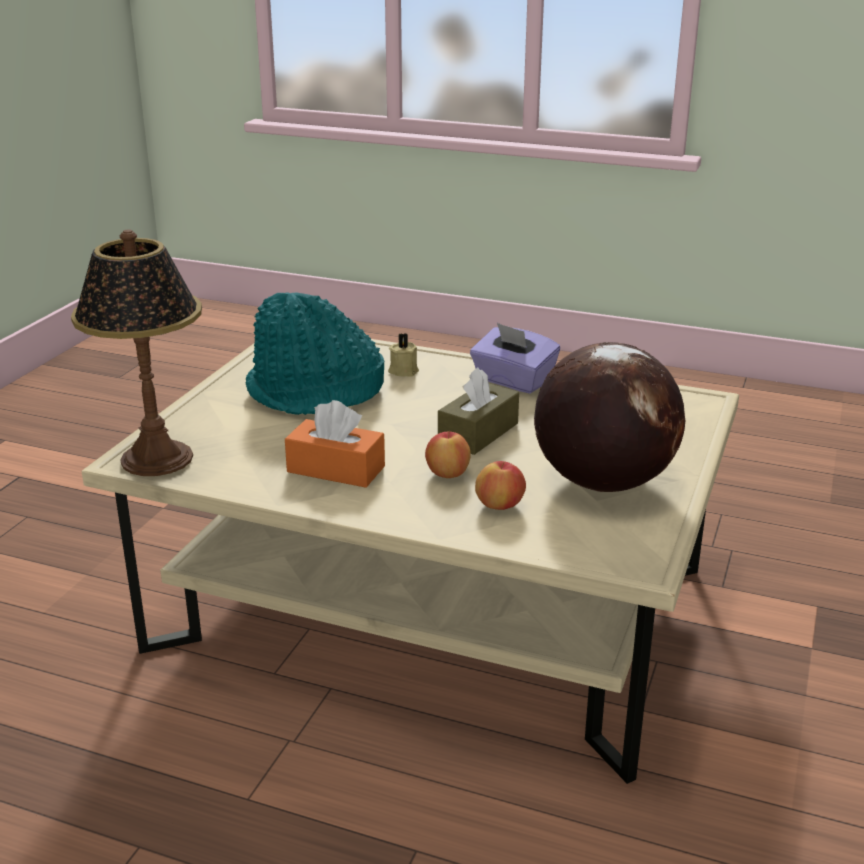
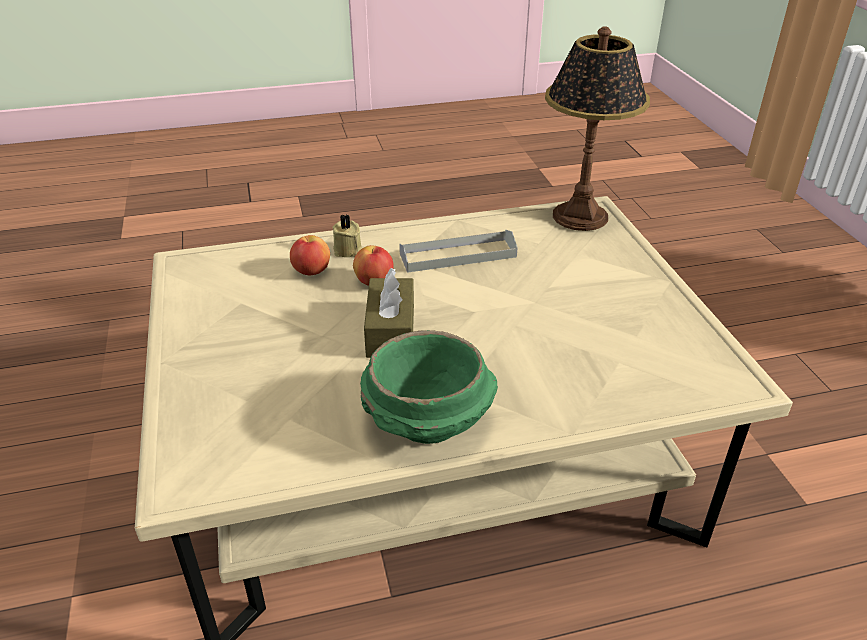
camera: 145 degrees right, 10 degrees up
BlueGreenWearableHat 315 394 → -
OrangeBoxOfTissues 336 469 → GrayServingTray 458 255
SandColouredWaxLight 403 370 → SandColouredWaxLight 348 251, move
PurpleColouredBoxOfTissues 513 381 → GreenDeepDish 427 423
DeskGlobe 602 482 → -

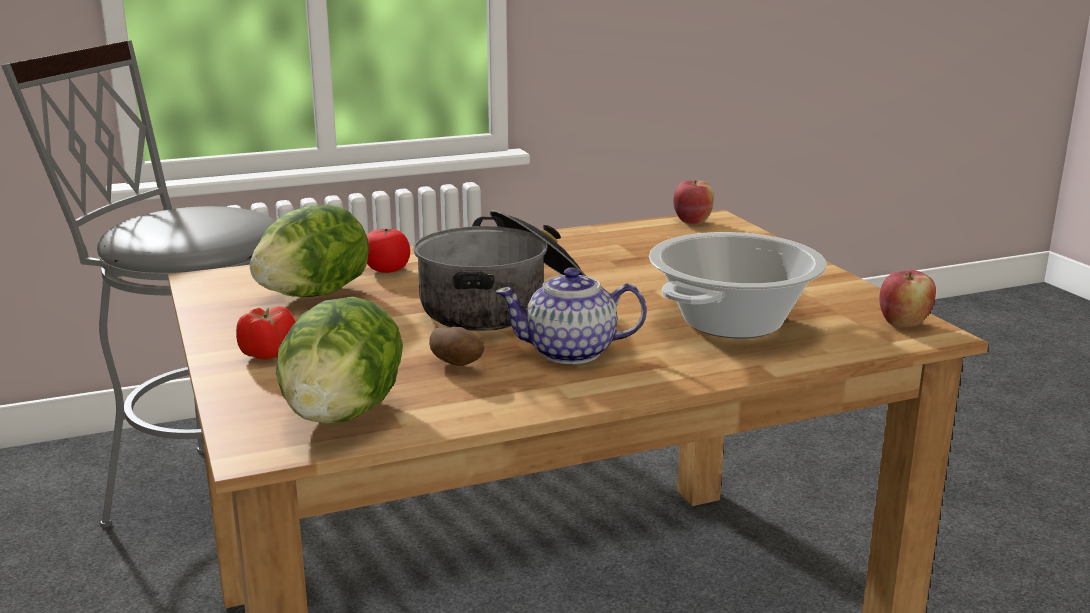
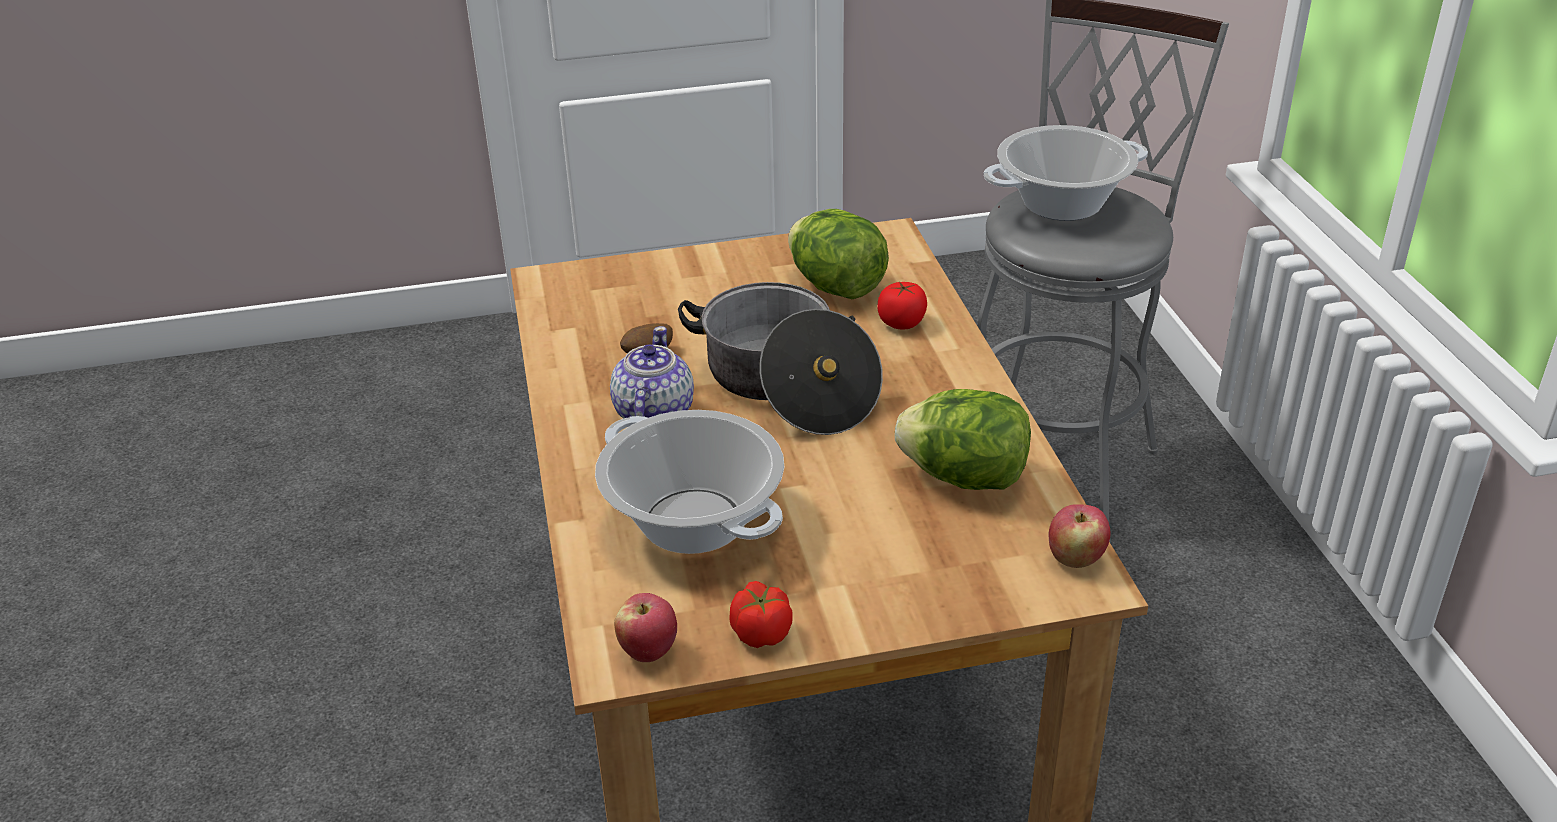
camera: 100 degrees right, 15 degrees up
FreshTomato 269 354 → FreshTomato 761 632, move
HeadOfLettuce 342 415 → HeadOfLettuce 964 477, move
- → Saucepot 1061 203

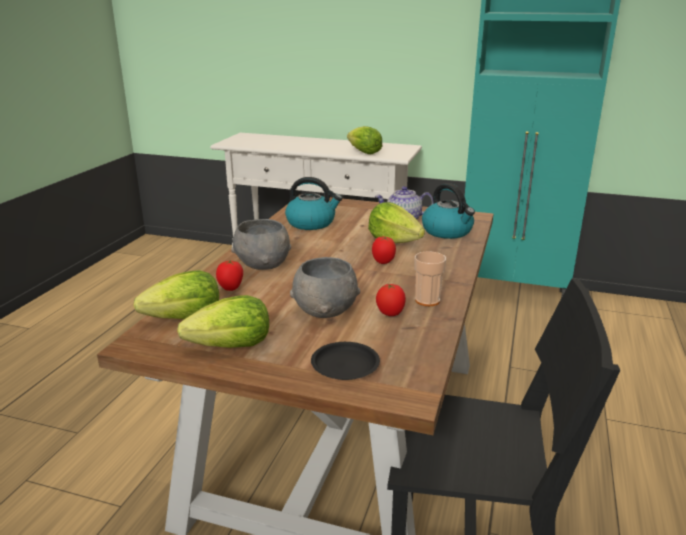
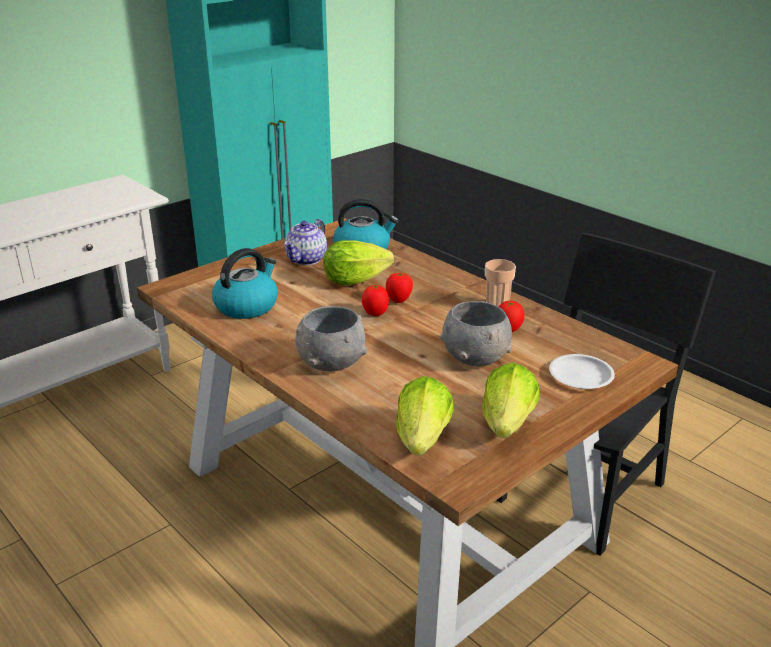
camera: 60 degrees left, 5 degrees up
FreshTomato 231 289 → FreshTomato 375 314, move
BlackColouredDinnerPlate 345 365 → WhiteColouredDinnerPlate 581 376
HeadOfLettuce 364 152 → -

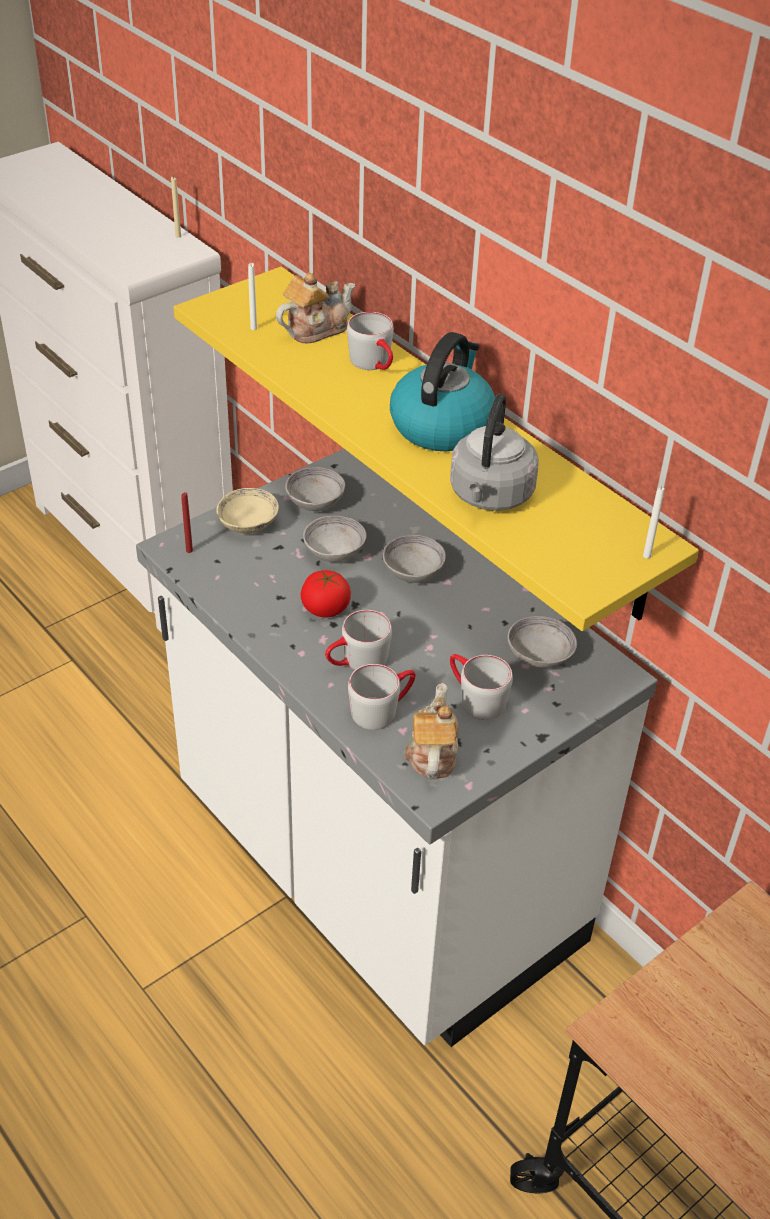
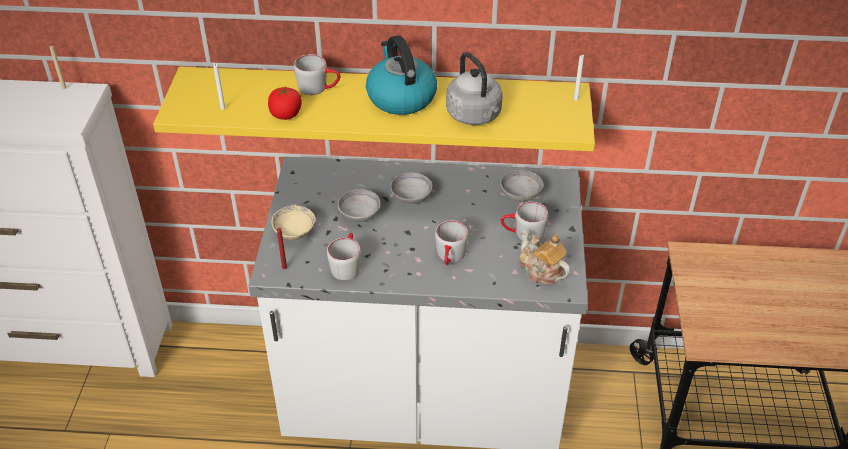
camera: 45 degrees left, 0 degrees up
TeaPot 315 329 → -
GrayDeepDish 315 502 → -
FreshTomato 325 608 → FreshTomato 286 114, move
GrayMug 382 709 → GrayMug 346 265, move

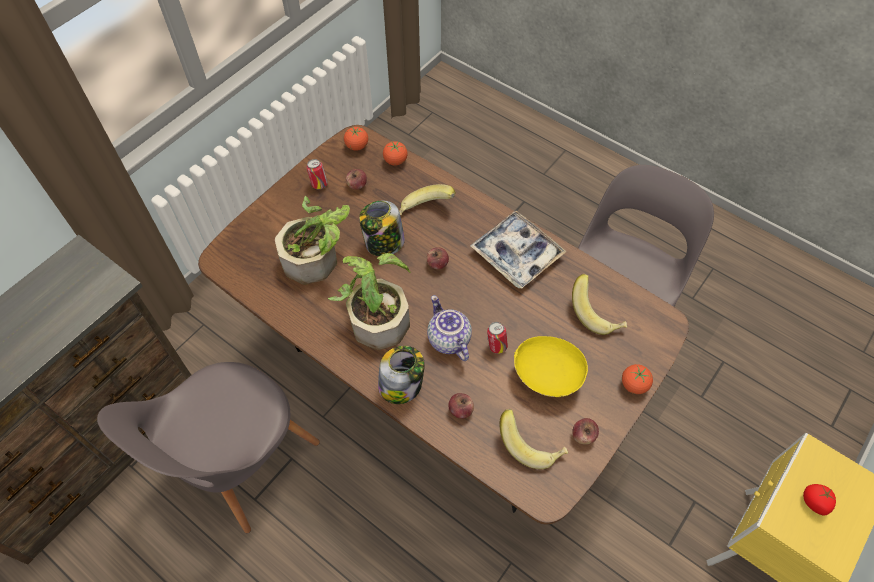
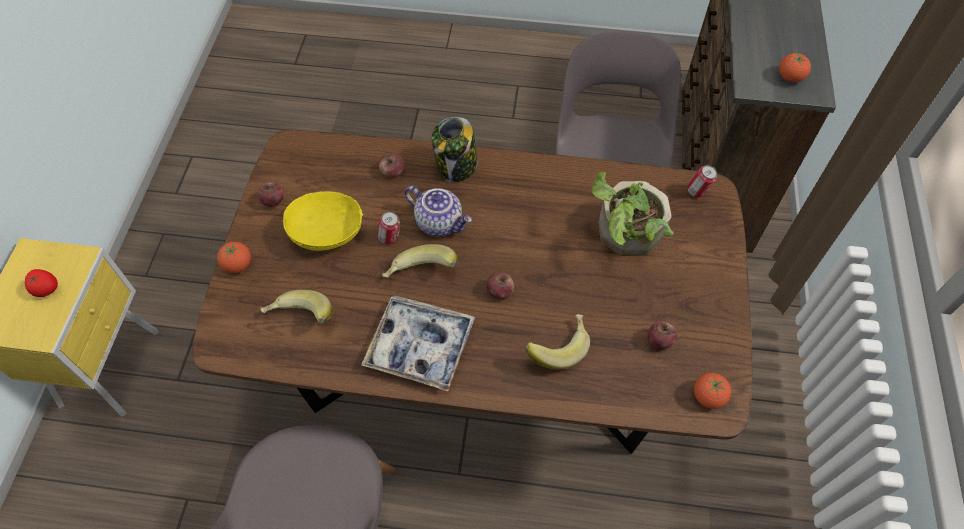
camera: 150 degrees right, 0 degrees up
SealedCan 319 184 → SealedCan 697 192, move
PlantInAPot 376 316 → -
StorageJar 383 243 → -
FreshTomato 395 161 → FreshTomato 790 77, move
BananaFruit 531 444 → BananaFruit 420 275, move

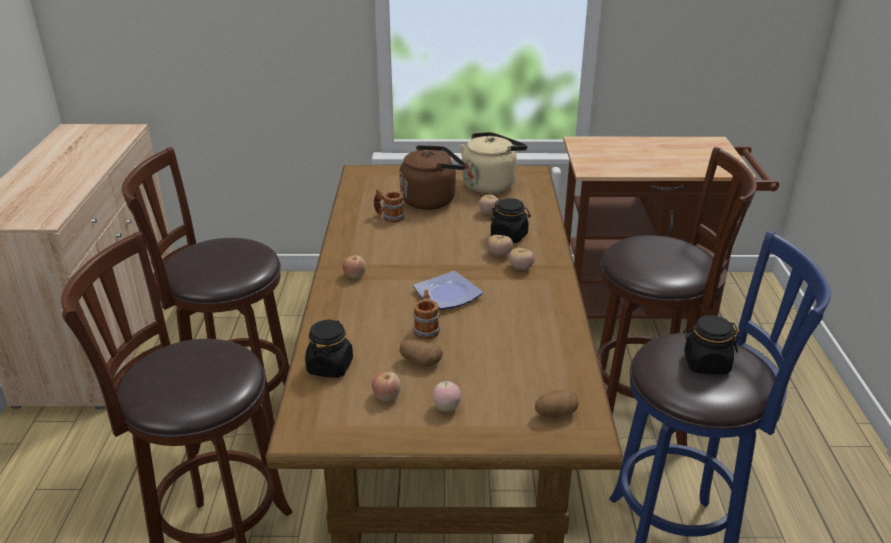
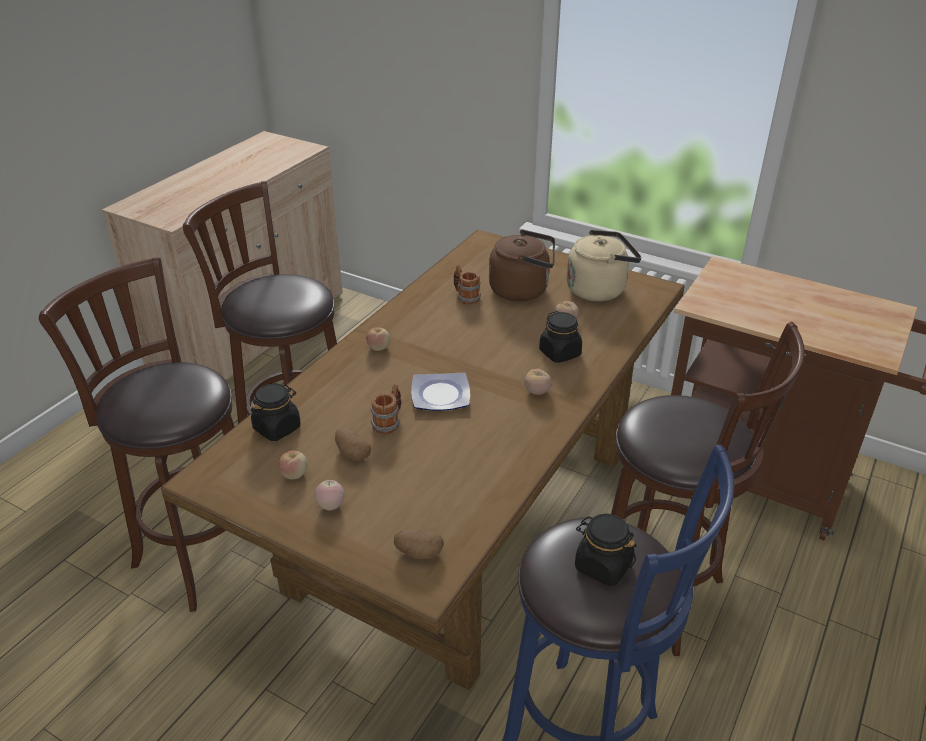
camera: 30 degrees right, 5 degrees up
FreshTomato 499 254 → -

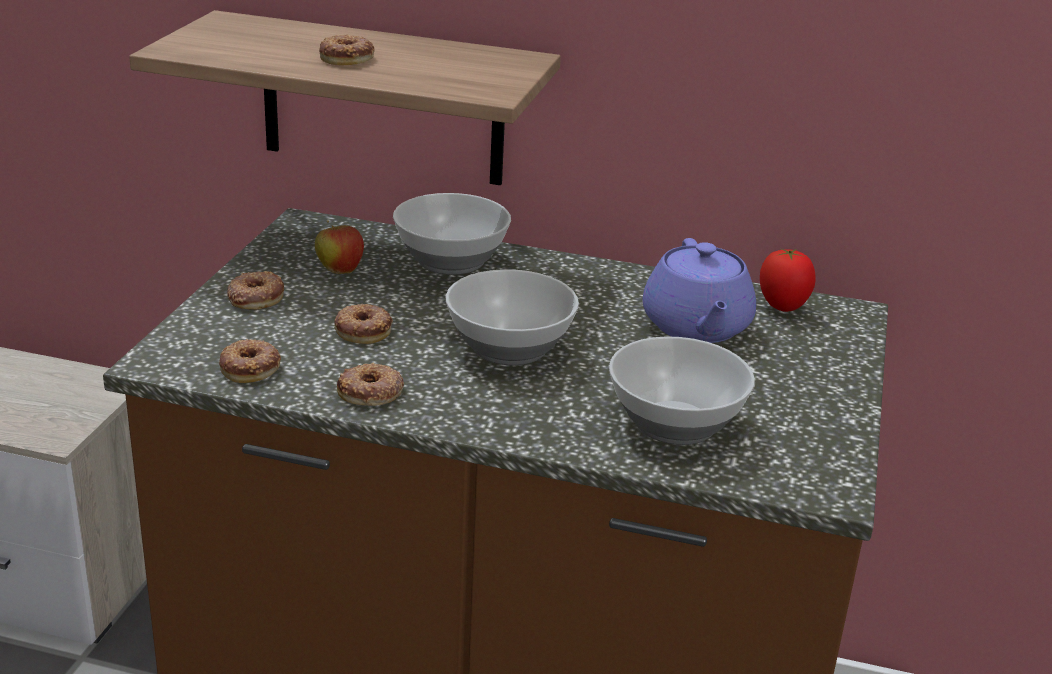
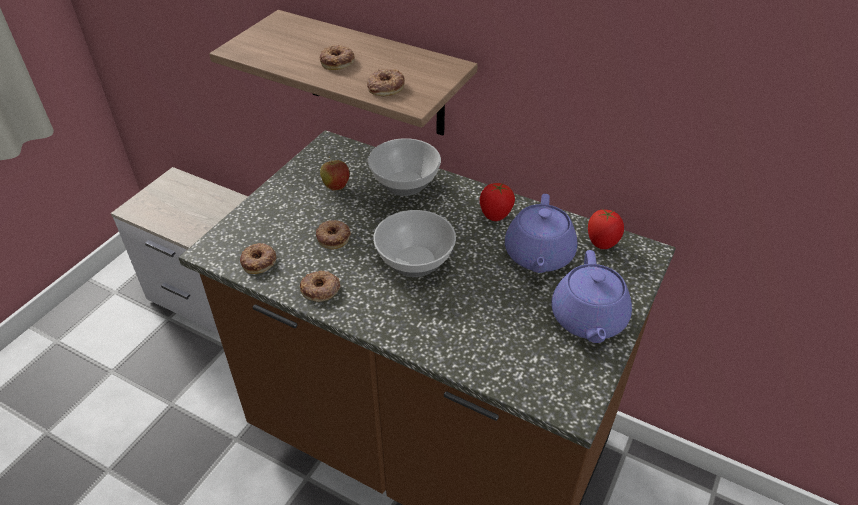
camera: 15 degrees right, 15 degrees up
Doughnut 255 297 → Doughnut 385 86, move
DeepDish 672 422 → -
- → FreshTomato 495 216
- → PurpleColouredTeaPot 588 319

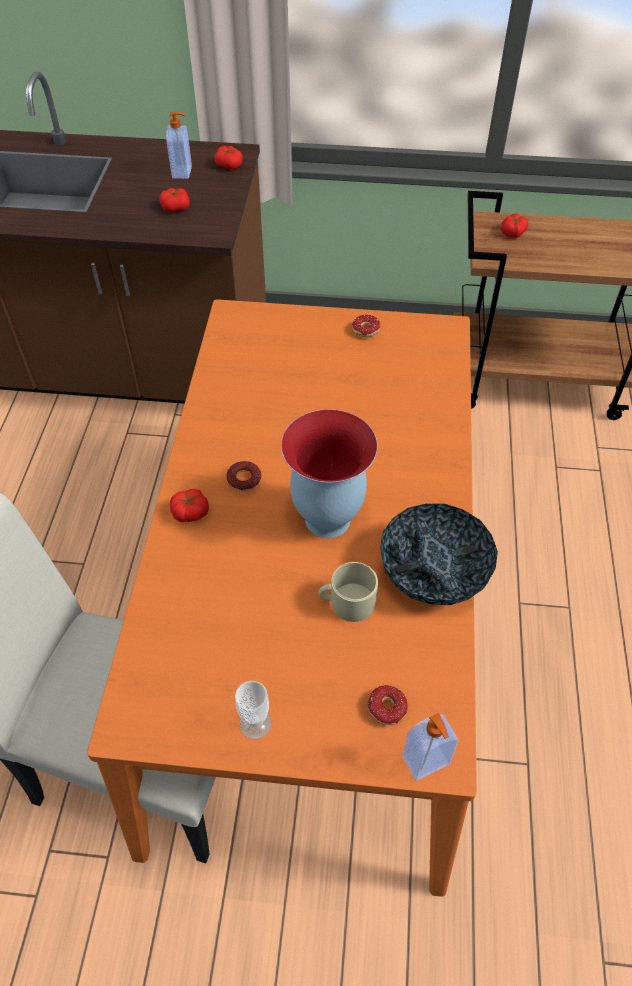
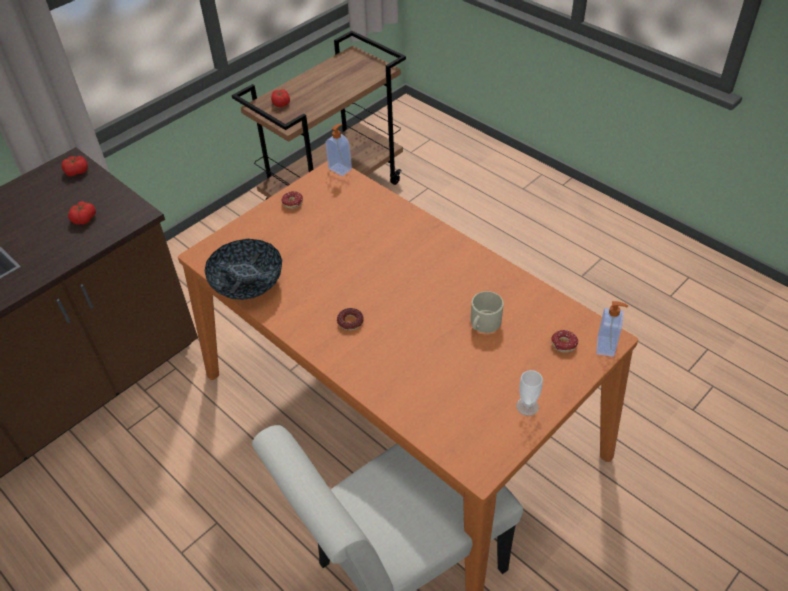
camera: 50 degrees left, 5 degrees down
LiquidSoapBottle 183 172 → LiquidSoapBottle 340 169, move
FreshTomato 190 512 → -
DecorativeVase 326 520 → -
DeepDish 433 572 → DeepDish 247 284, move

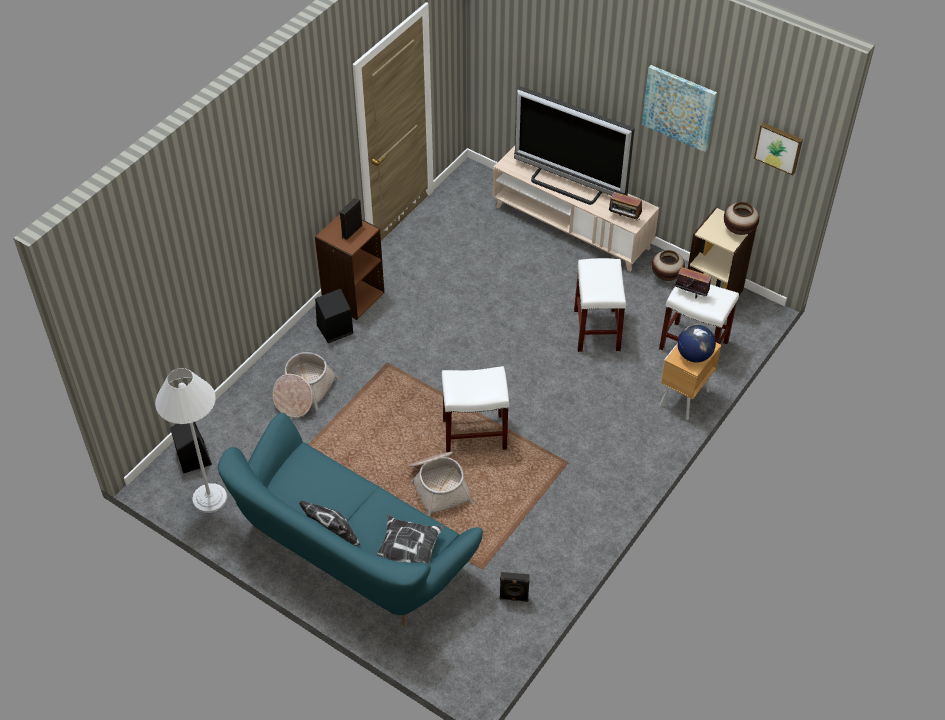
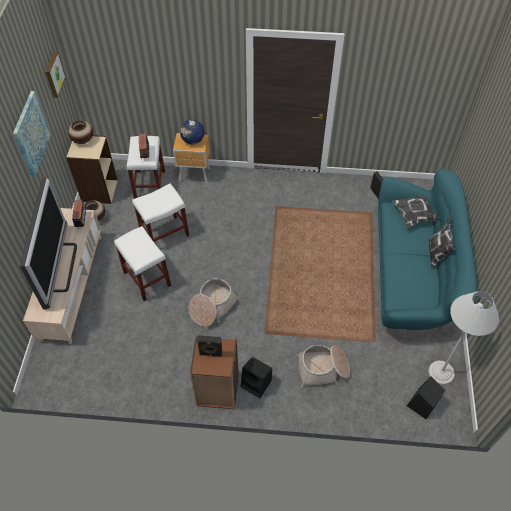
camera: 120 degrees left, 5 degrees up
Basket 439 486 → Basket 212 307, move
WhiteColouredStool 474 434 → WhiteColouredStool 147 279, move

